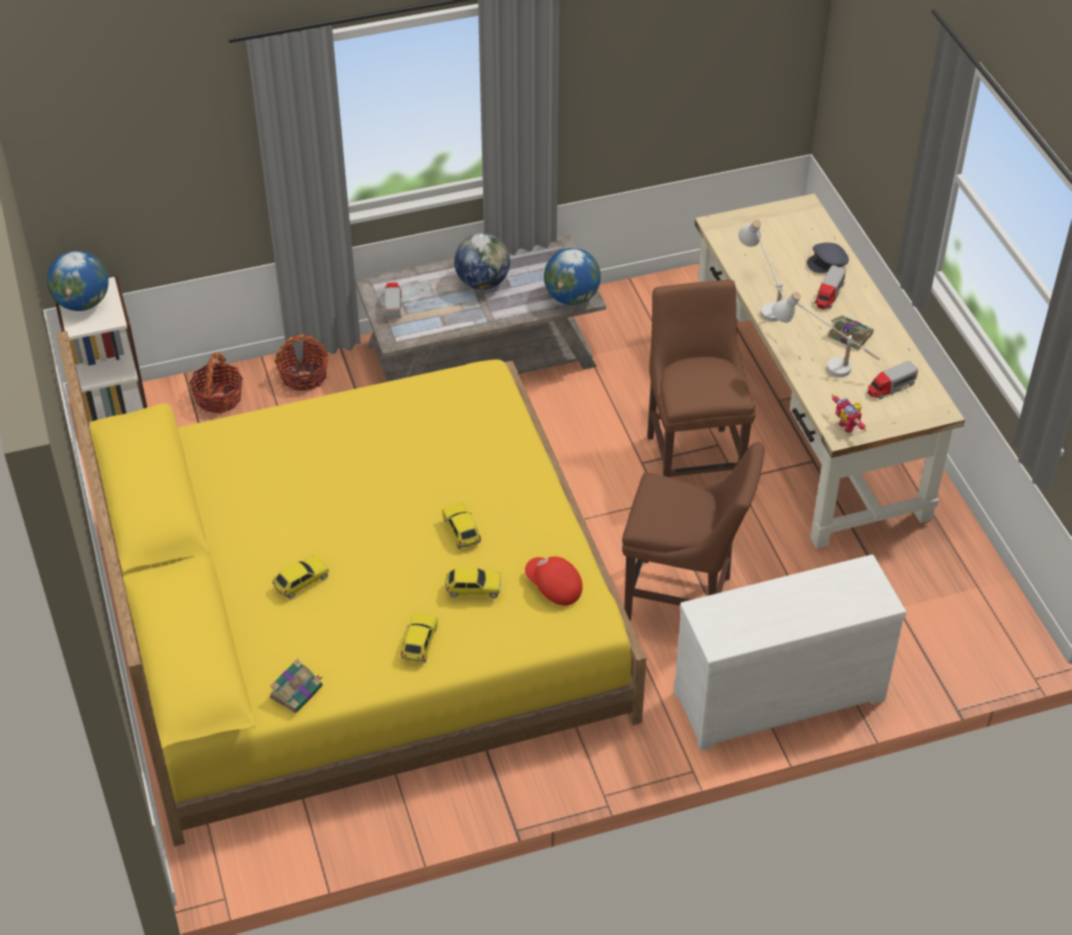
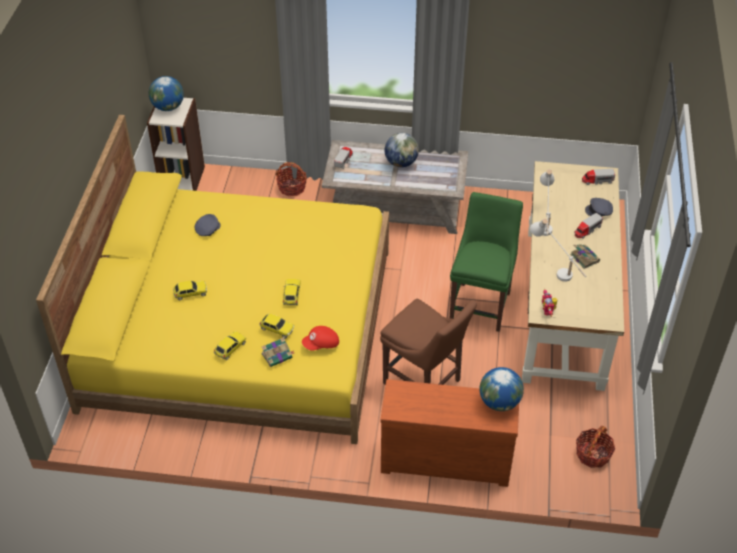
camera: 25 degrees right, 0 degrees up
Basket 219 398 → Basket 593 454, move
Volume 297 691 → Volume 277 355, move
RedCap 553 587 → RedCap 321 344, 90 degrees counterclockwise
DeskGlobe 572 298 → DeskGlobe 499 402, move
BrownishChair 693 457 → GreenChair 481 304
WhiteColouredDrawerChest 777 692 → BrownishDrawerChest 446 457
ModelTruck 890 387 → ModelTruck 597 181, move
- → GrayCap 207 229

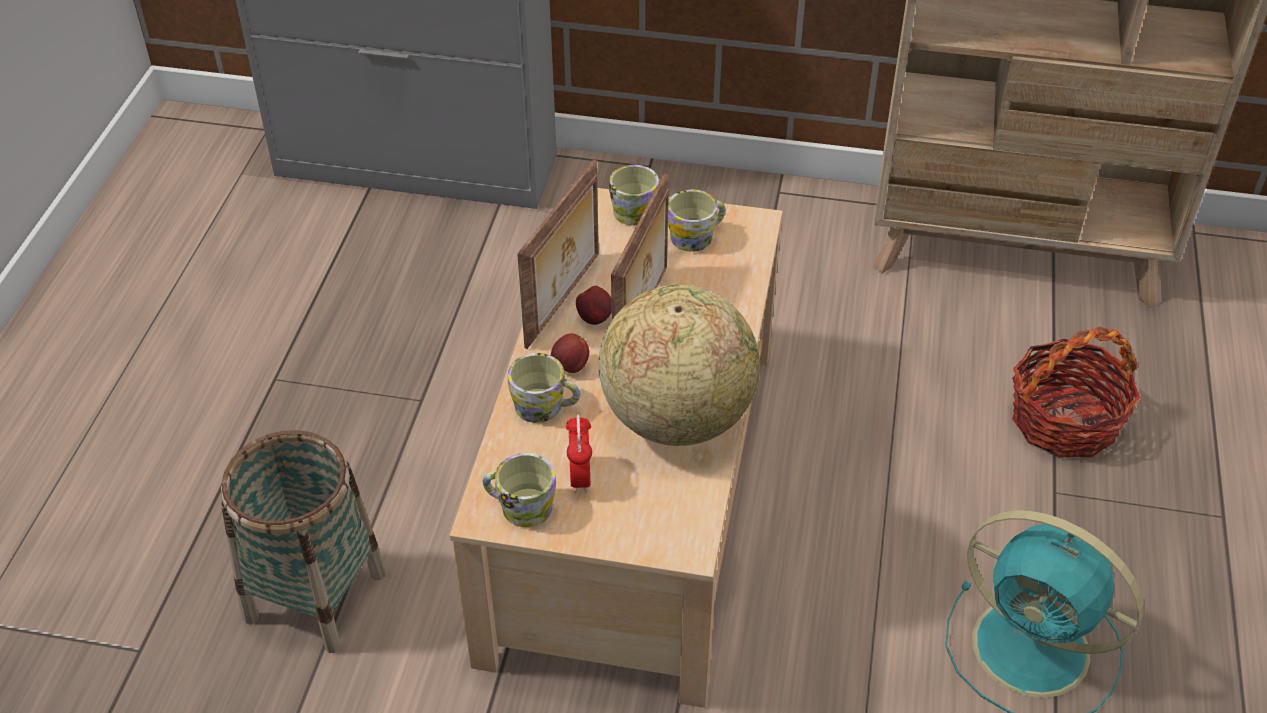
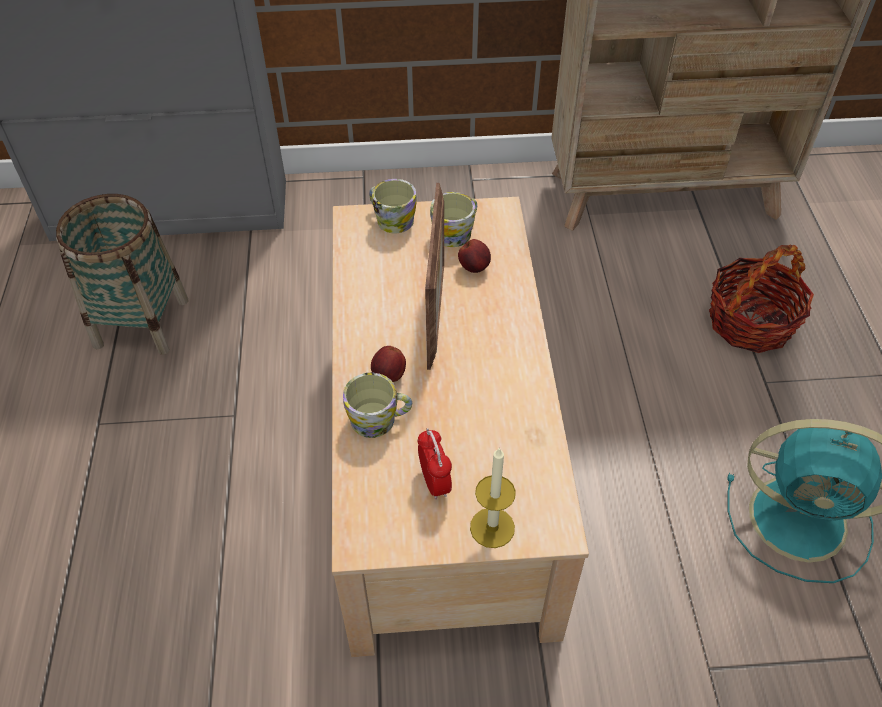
camera: 15 degrees left, 5 degrees up
Basket 315 595 → Basket 141 322, move
Mug 520 506 → -
StandingFrame 565 300 → -
AppleFruit 595 319 → AppleFruit 474 267, move
DeskGlobe 677 417 → -
- → WaxLight 492 527

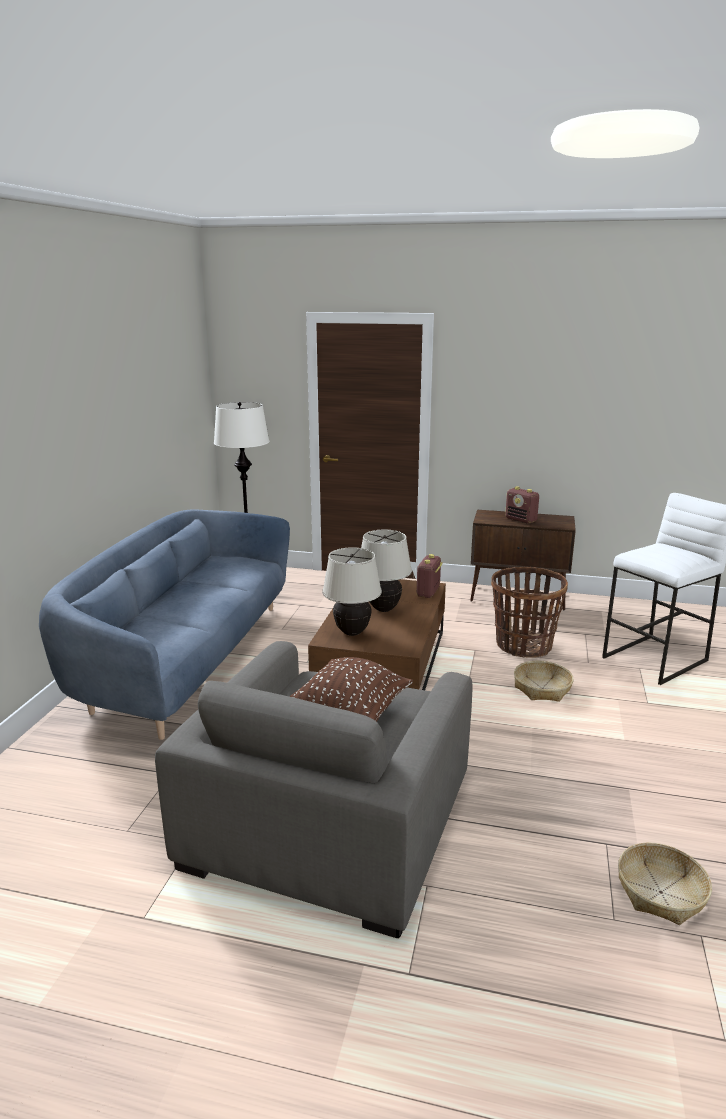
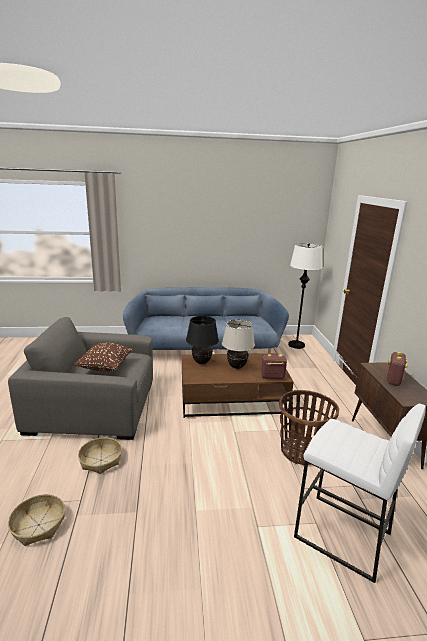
camera: 70 degrees right, 0 degrees up
SandColouredTabletopLamp 352 632 → BlackColouredTabletopLamp 201 362
Basket 542 688 → Basket 101 460, move

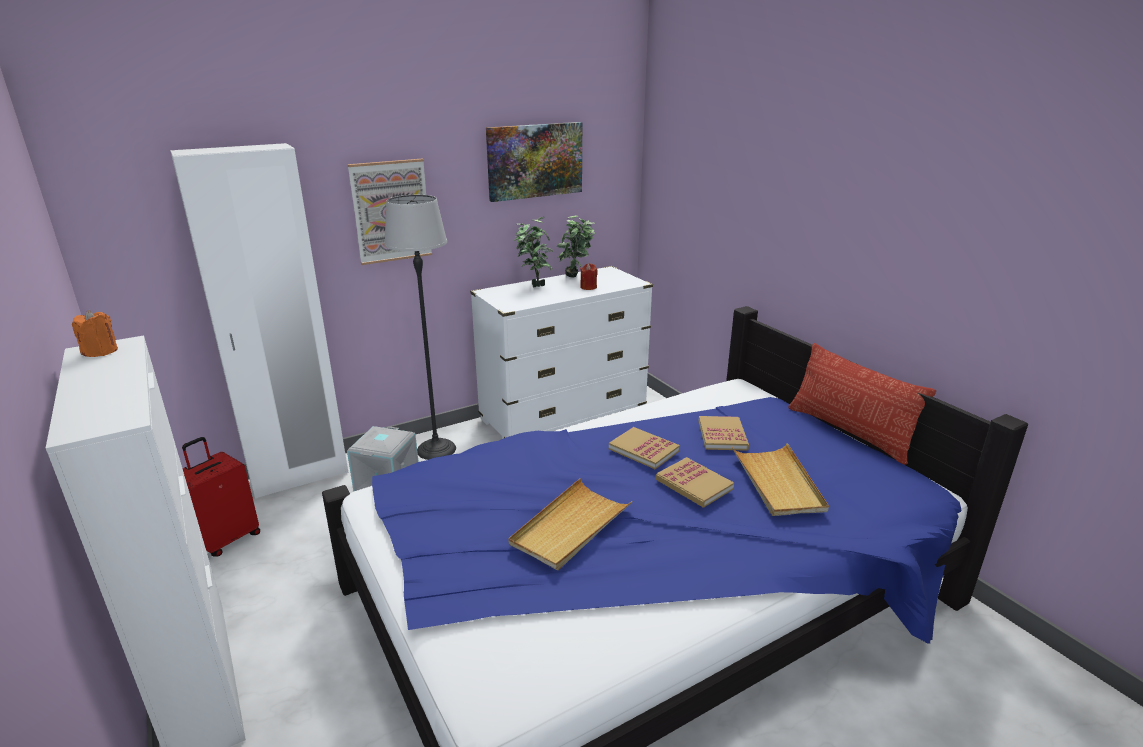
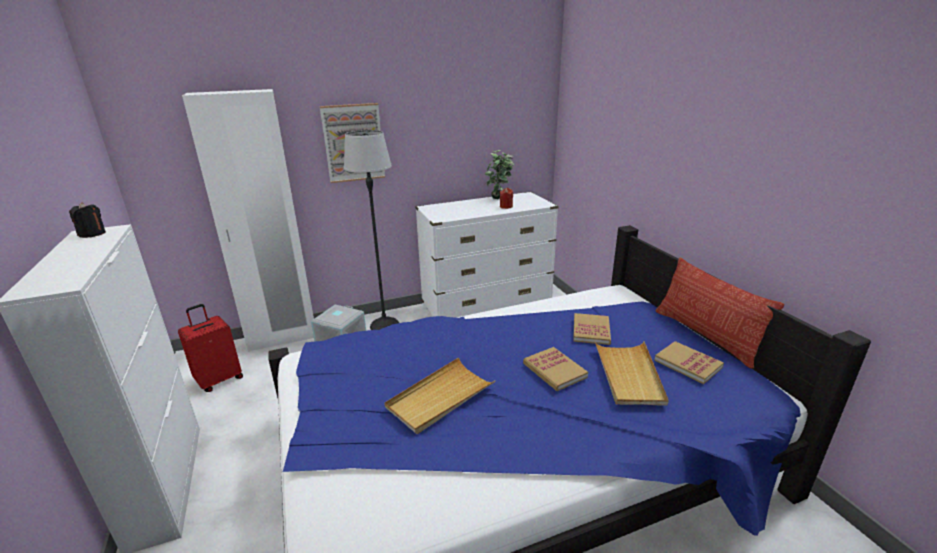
camera: 10 degrees right, 0 degrees up
OrangeWaxLight 100 351 → BlackColouredWaxLight 92 234
WallPicture 534 160 → -
PlantInAPot 534 285 → -
Volume 644 450 → Volume 688 364, move

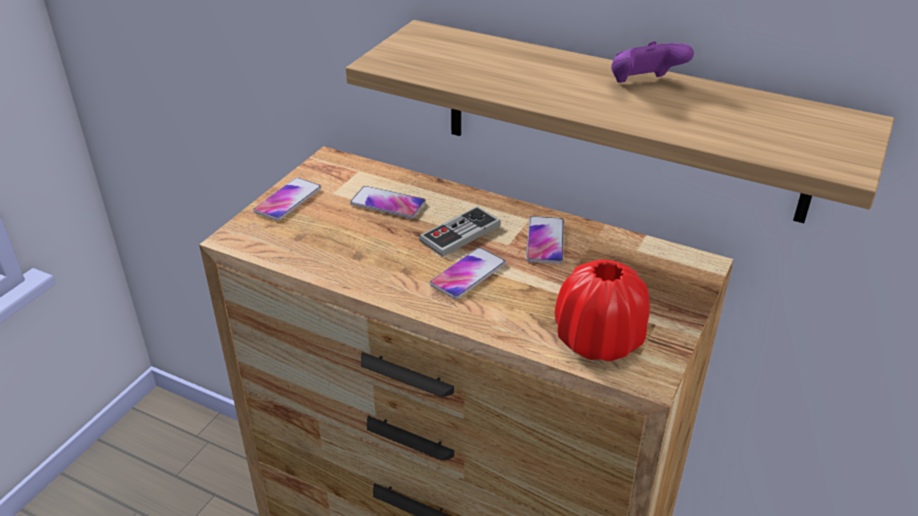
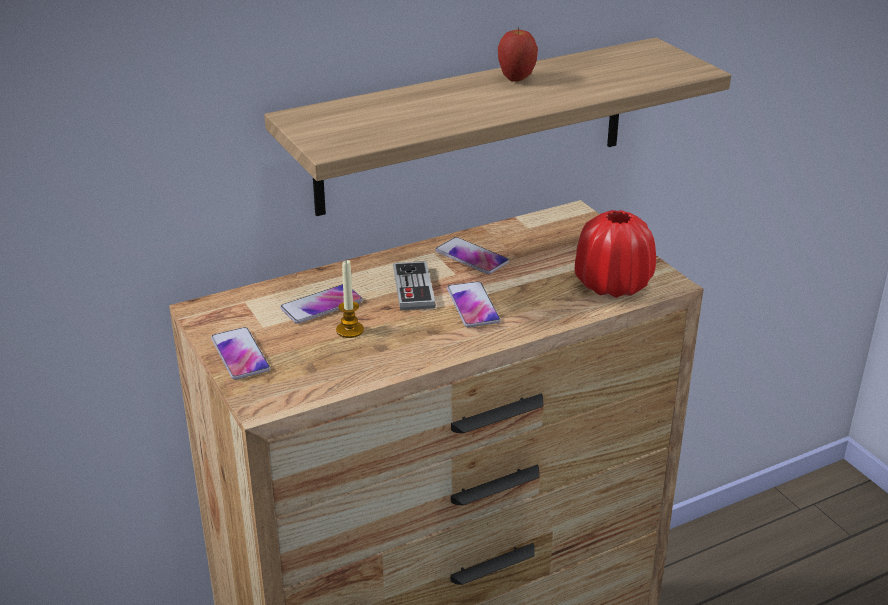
camera: 55 degrees left, 5 degrees down
PurpleColouredJoypad 644 84 → AppleFruit 516 79
- → WaxLight 350 330

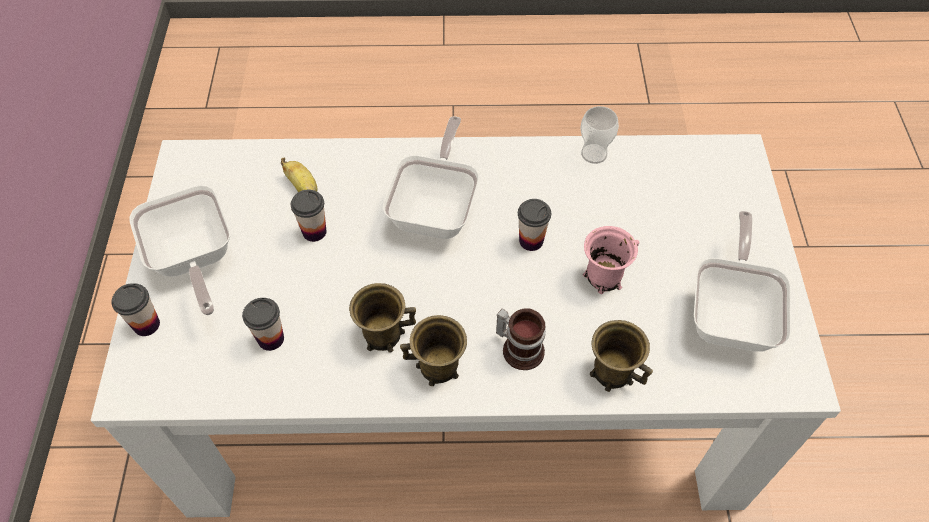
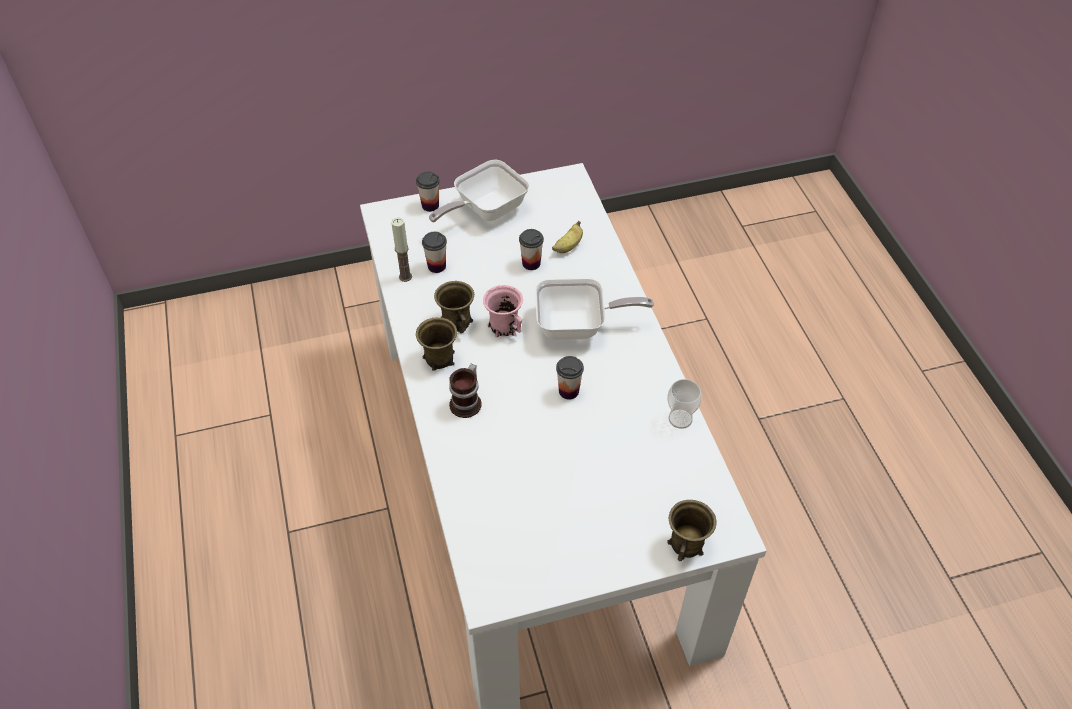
camera: 75 degrees right, 5 degrees down
PinkishMug 603 276 → PinkishMug 504 326, move
BrownishMug 612 371 → BrownishMug 687 544, move
FryingPan 731 314 → -
- → WaxLight 405 277

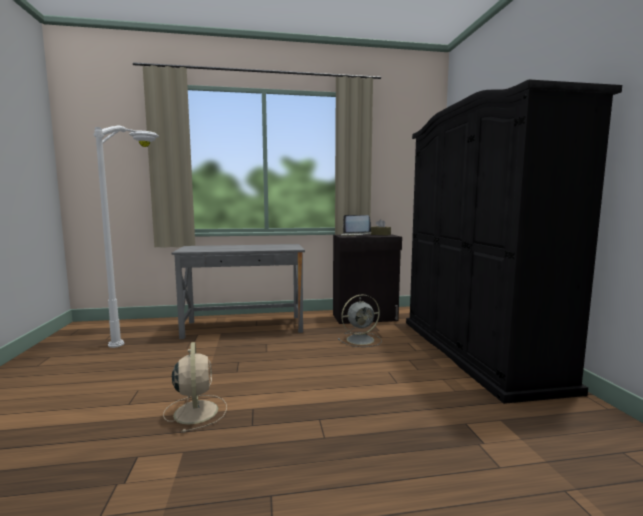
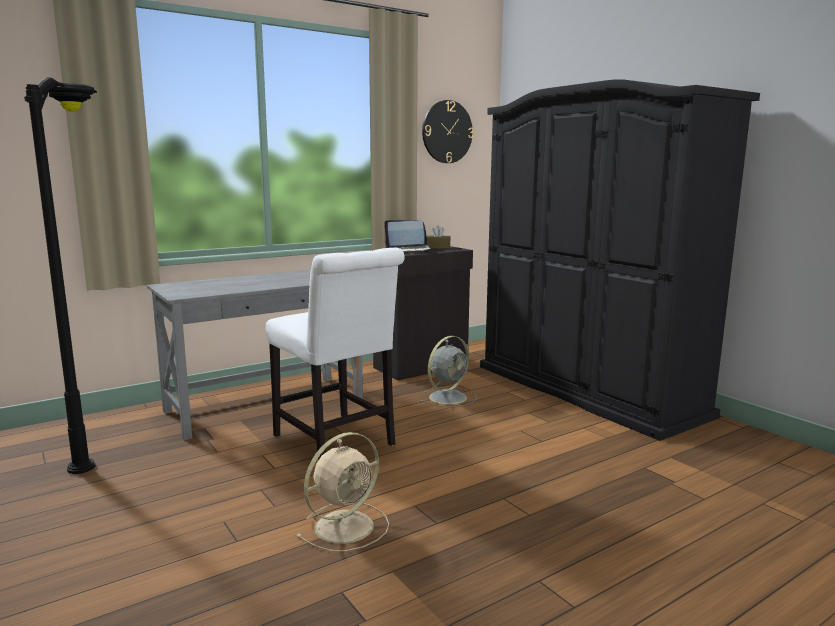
camera: 25 degrees left, 5 degrees up
WhiteColouredStandardLamp 146 330 → BlackColouredStandardLamp 101 436
SandColouredFan 196 411 → SandColouredFan 346 525, 90 degrees clockwise
- → WhiteColouredChair 337 443
- → ClockOnTheWall 447 132

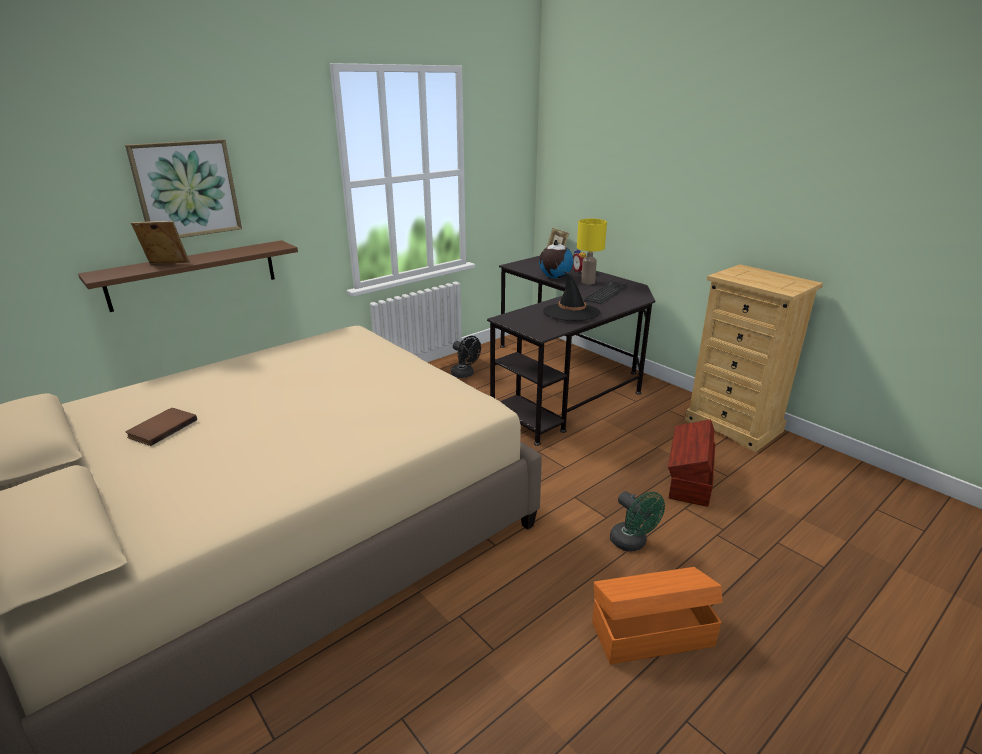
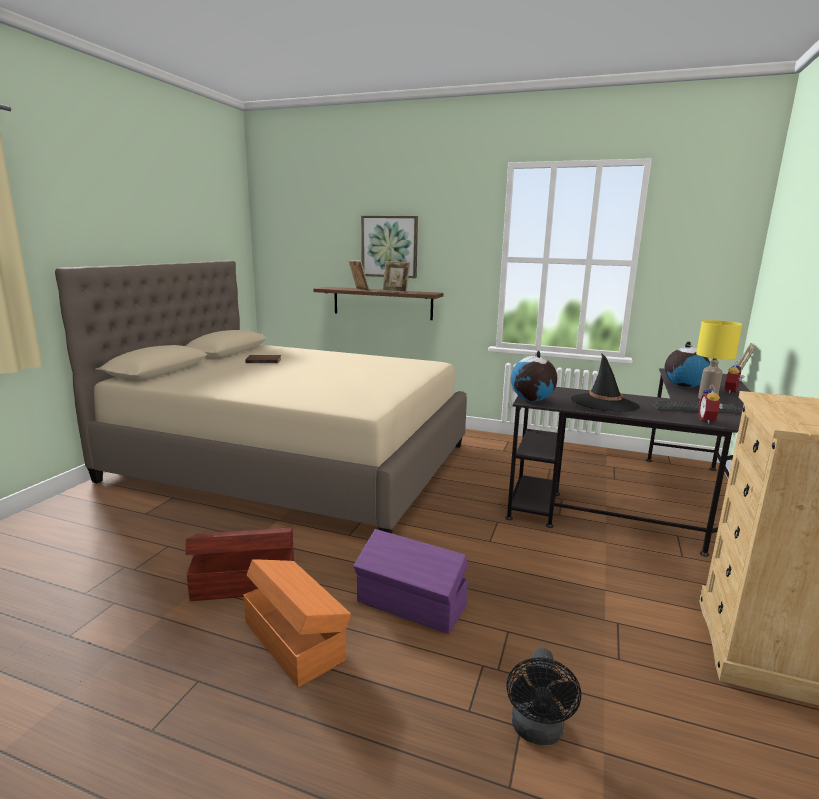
camera: 60 degrees right, 10 degrees down
BlackColouredFan 465 374 → BlackColouredFan 537 732, move
GreenFan 632 543 → PurpleColouredStorageBox 411 605
BrownishStorageBox 689 479 → BrownishStorageBox 243 582, move
- → StandingFrame 395 291
- → DeskGlobe 531 400
- → TableClock 708 421

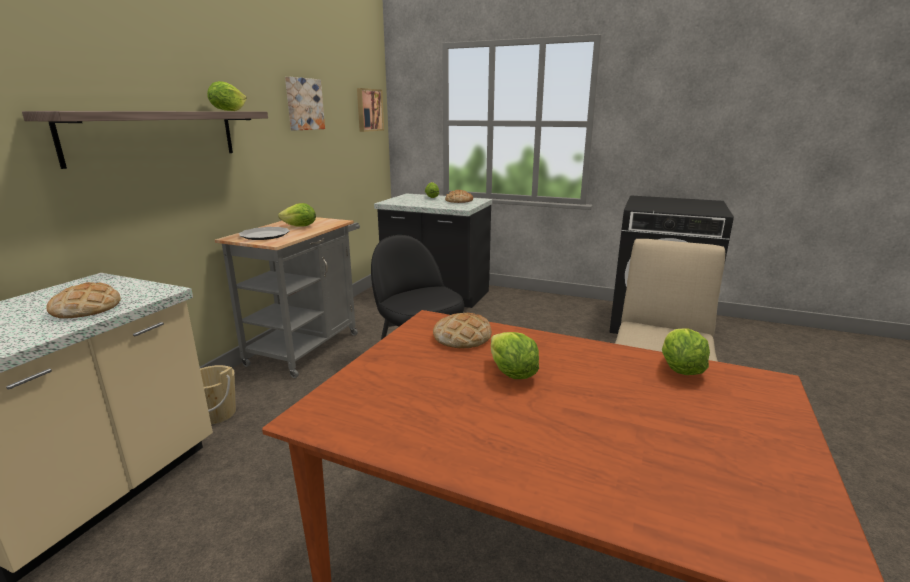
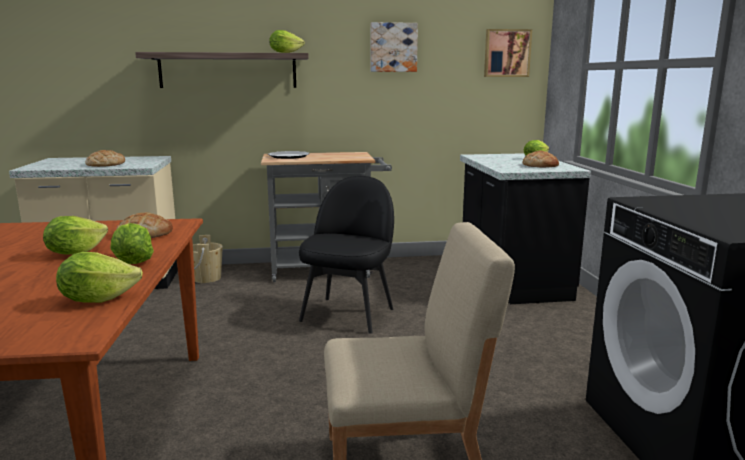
camera: 60 degrees right, 5 degrees down
HeadOfLettuce 300 226 → HeadOfLettuce 133 262, move

